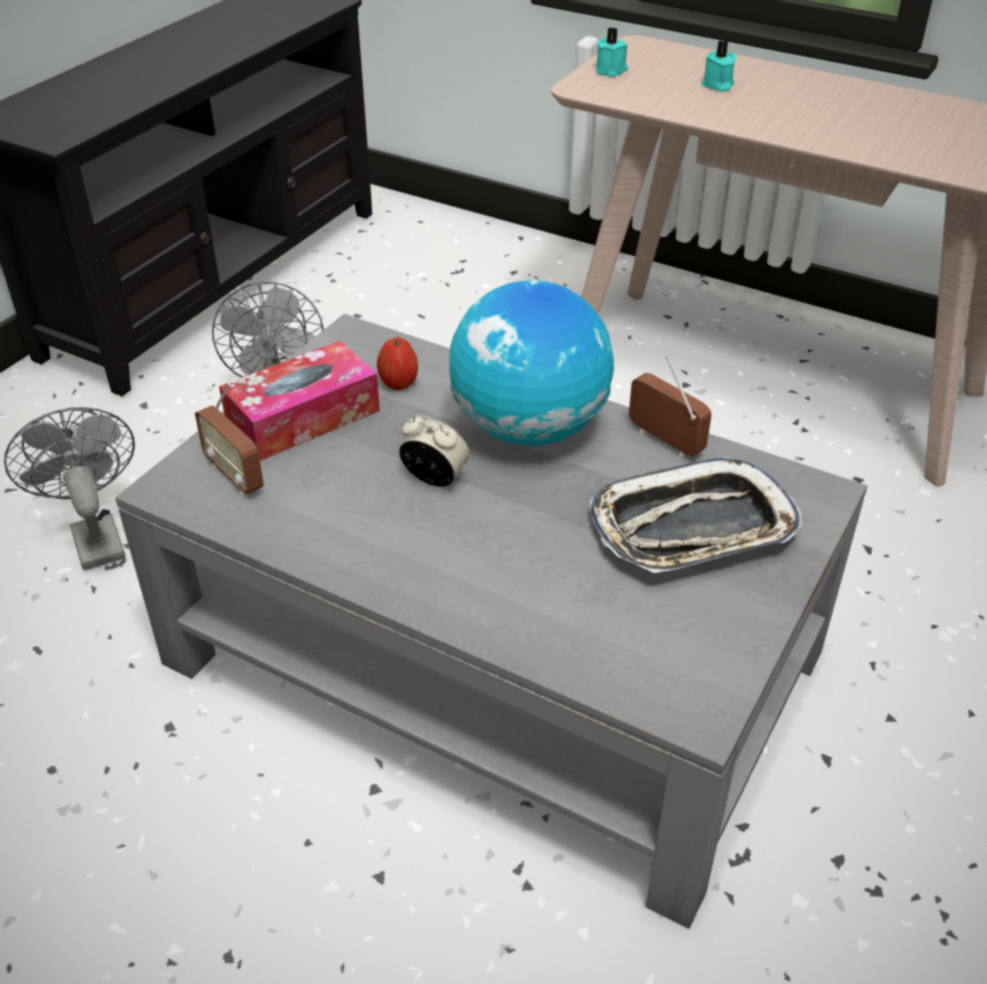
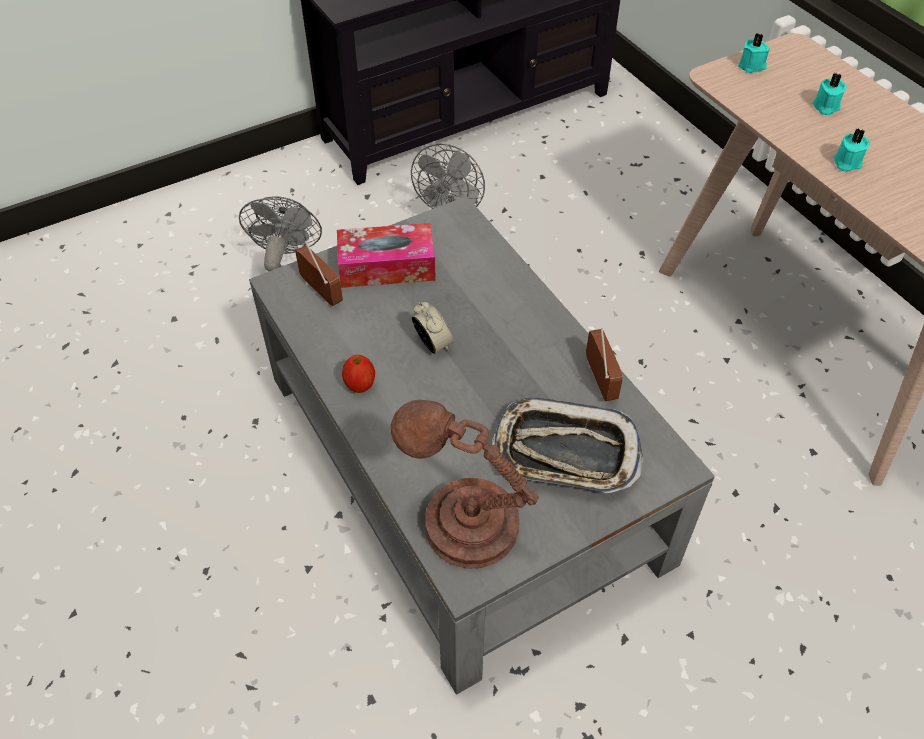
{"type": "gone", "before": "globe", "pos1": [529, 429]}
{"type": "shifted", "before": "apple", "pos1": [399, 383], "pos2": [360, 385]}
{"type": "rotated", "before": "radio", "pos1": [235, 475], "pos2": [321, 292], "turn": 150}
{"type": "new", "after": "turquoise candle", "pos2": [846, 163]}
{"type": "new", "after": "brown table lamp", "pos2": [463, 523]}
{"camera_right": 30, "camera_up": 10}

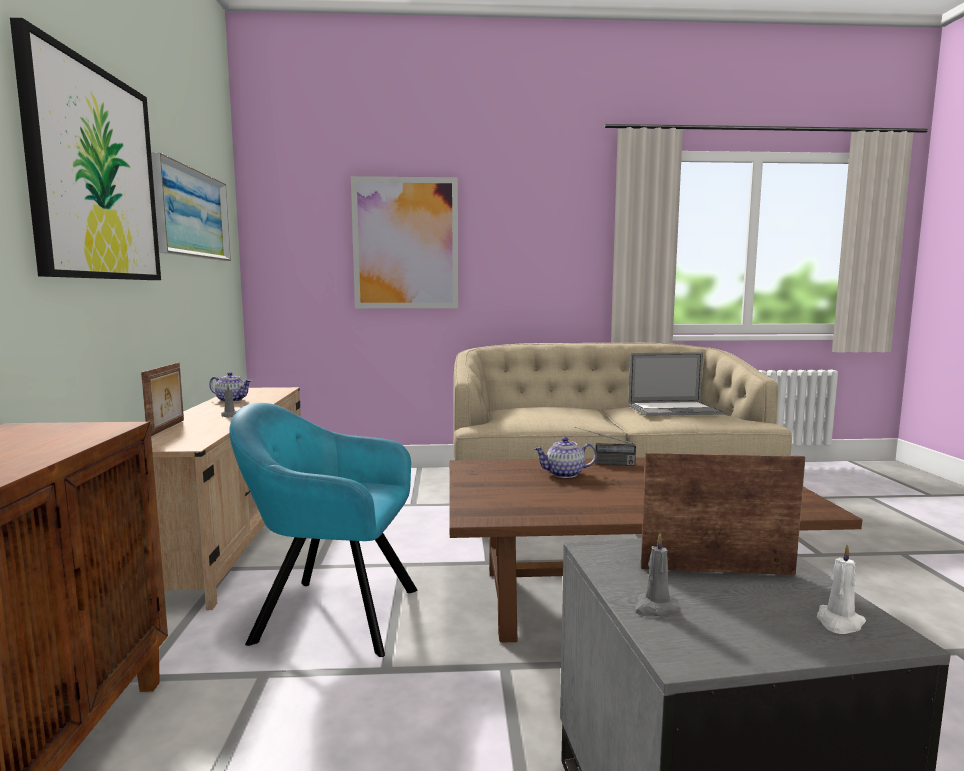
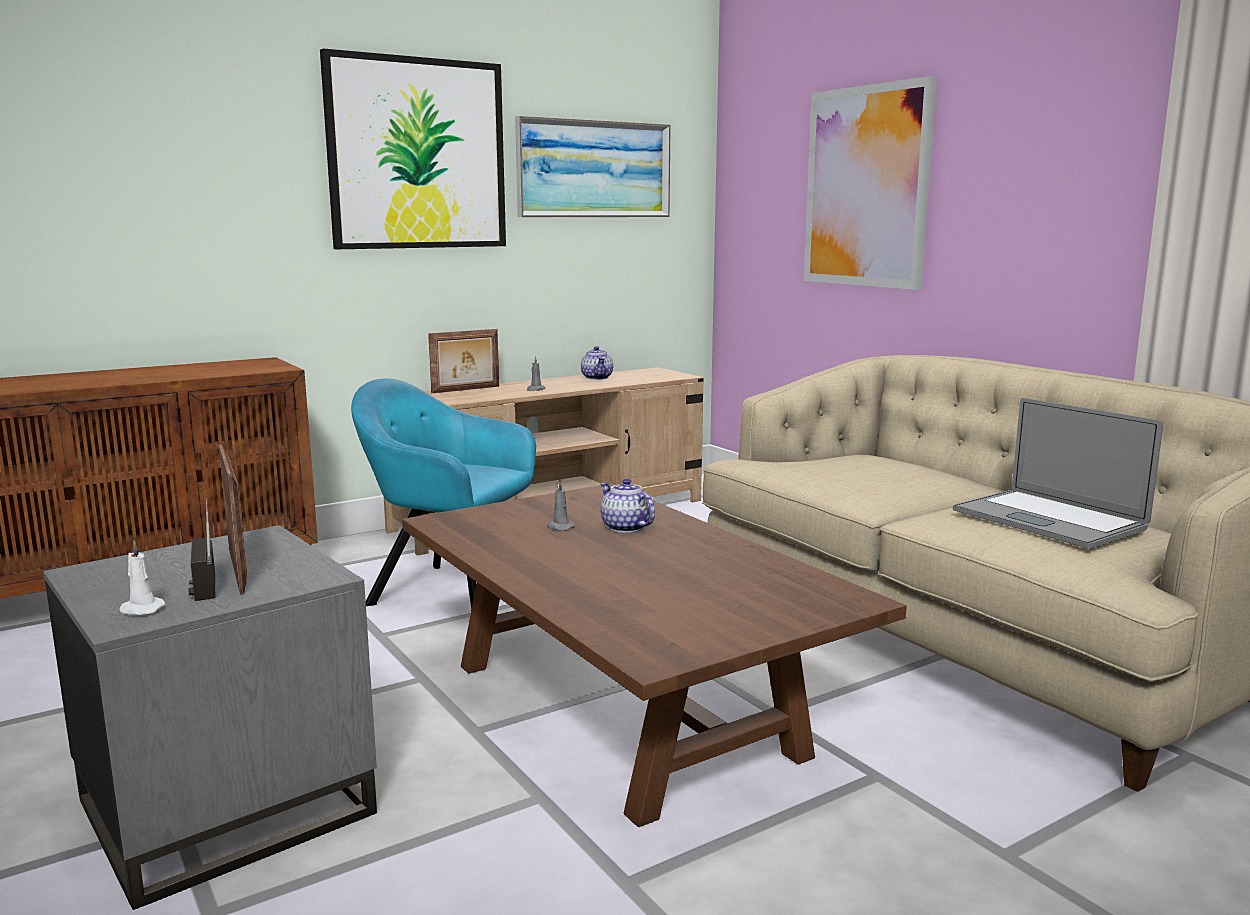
{"type": "rotated", "before": "turquoise armchair", "pos1": [330, 614], "pos2": [448, 592], "turn": -45}
{"type": "shifted", "before": "radio", "pos1": [604, 463], "pos2": [202, 580]}
{"type": "shifted", "before": "grey candle", "pos1": [654, 608], "pos2": [559, 527]}
{"camera_right": 60, "camera_up": 5}

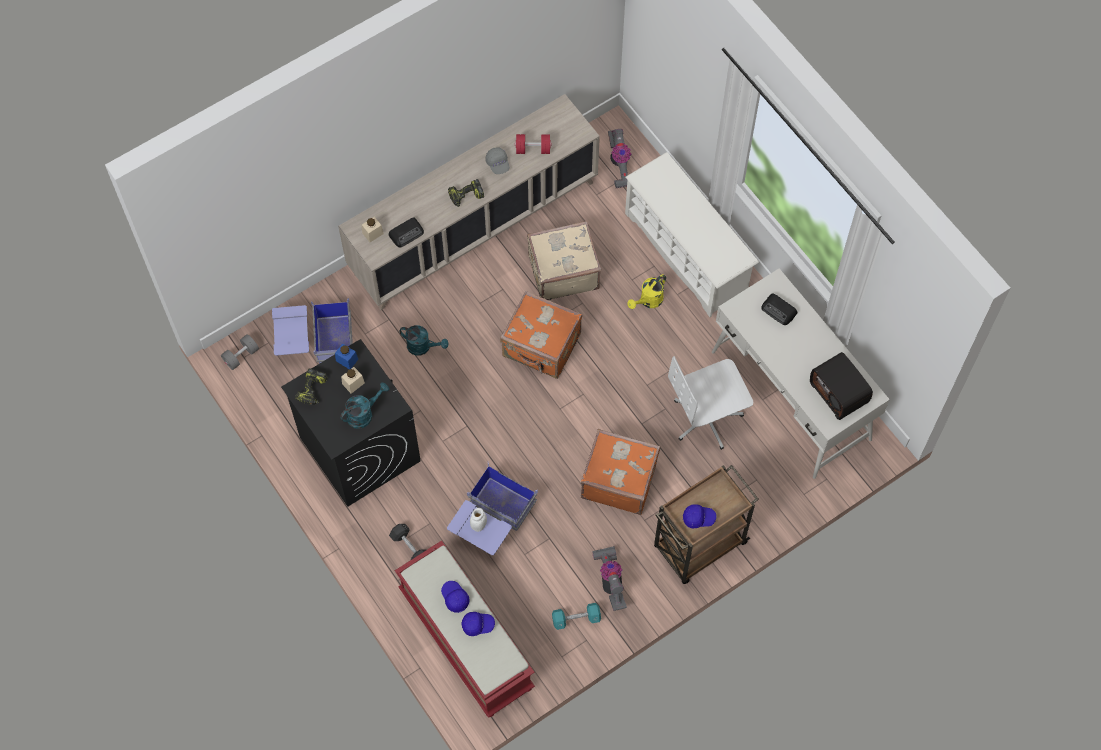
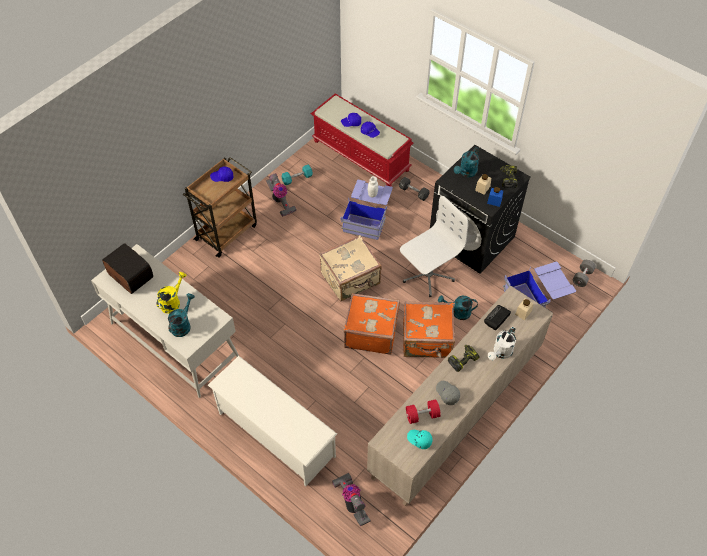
{"type": "shifted", "before": "beige suitcase", "pos1": [562, 271], "pos2": [351, 279]}
{"type": "shifted", "before": "yellow watering can", "pos1": [648, 301], "pos2": [172, 302]}
{"type": "swapped", "before": "radio", "after": "turquoise watering can", "pos1": [779, 311], "pos2": [182, 325]}
{"type": "shifted", "before": "white office chair", "pos1": [707, 418], "pos2": [427, 275]}
{"type": "shifted", "before": "orange suitcase", "pos1": [618, 479], "pos2": [427, 340]}
{"type": "new", "after": "white watering can", "pos2": [501, 353]}
{"type": "new", "after": "turquoise cap", "pos2": [419, 440]}
{"camera_right": 165, "camera_up": -10}

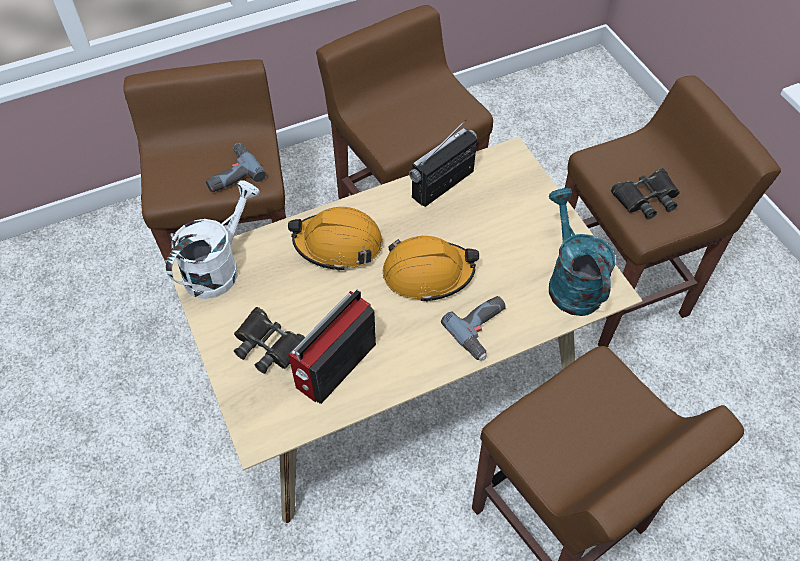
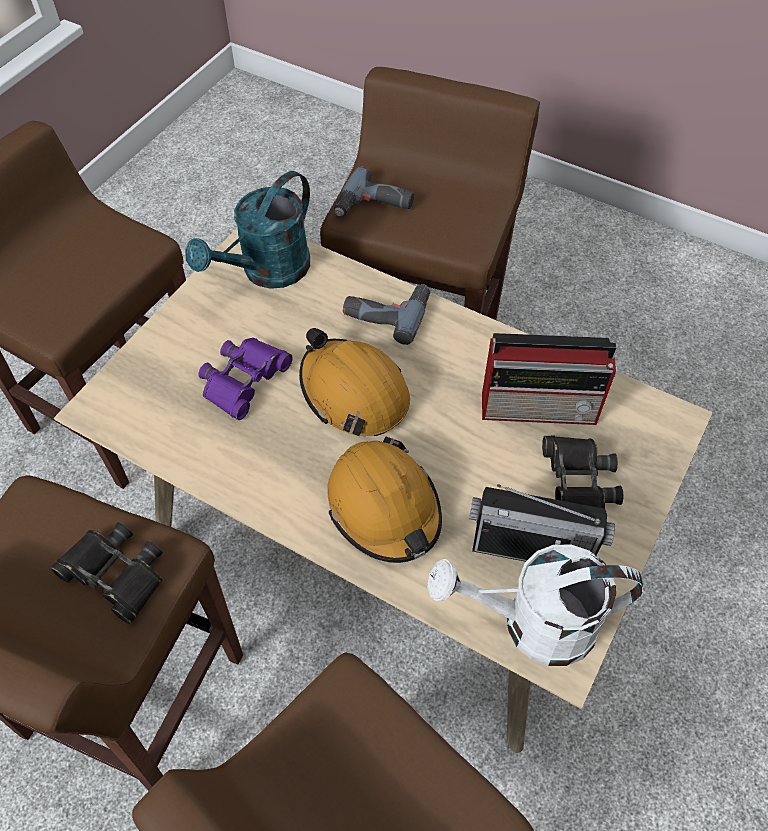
{"type": "shifted", "before": "radio", "pos1": [443, 184], "pos2": [531, 549]}
{"type": "shifted", "before": "power drill", "pos1": [231, 173], "pos2": [374, 207]}
{"type": "shifted", "before": "black binoculars", "pos1": [646, 198], "pos2": [115, 574]}
{"type": "new", "after": "purple binoculars", "pos2": [244, 380]}
{"camera_right": -125, "camera_up": 0}

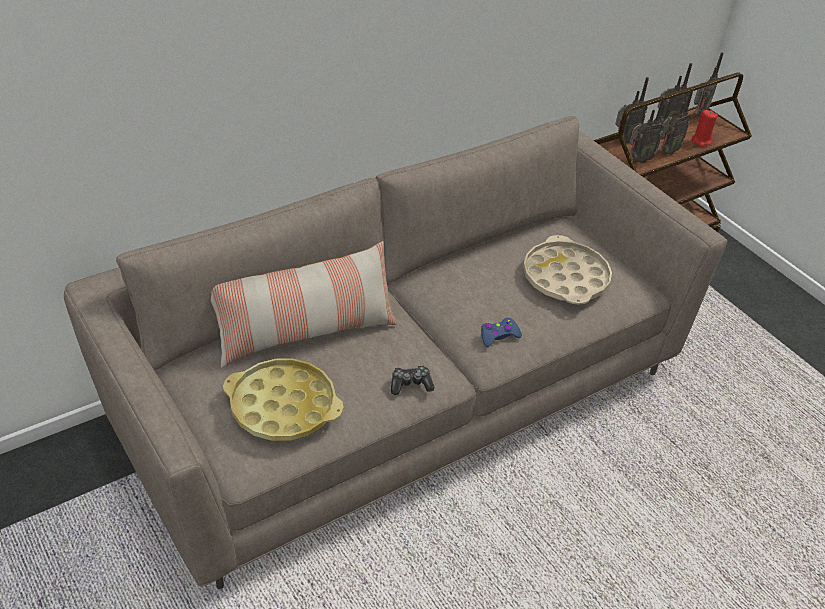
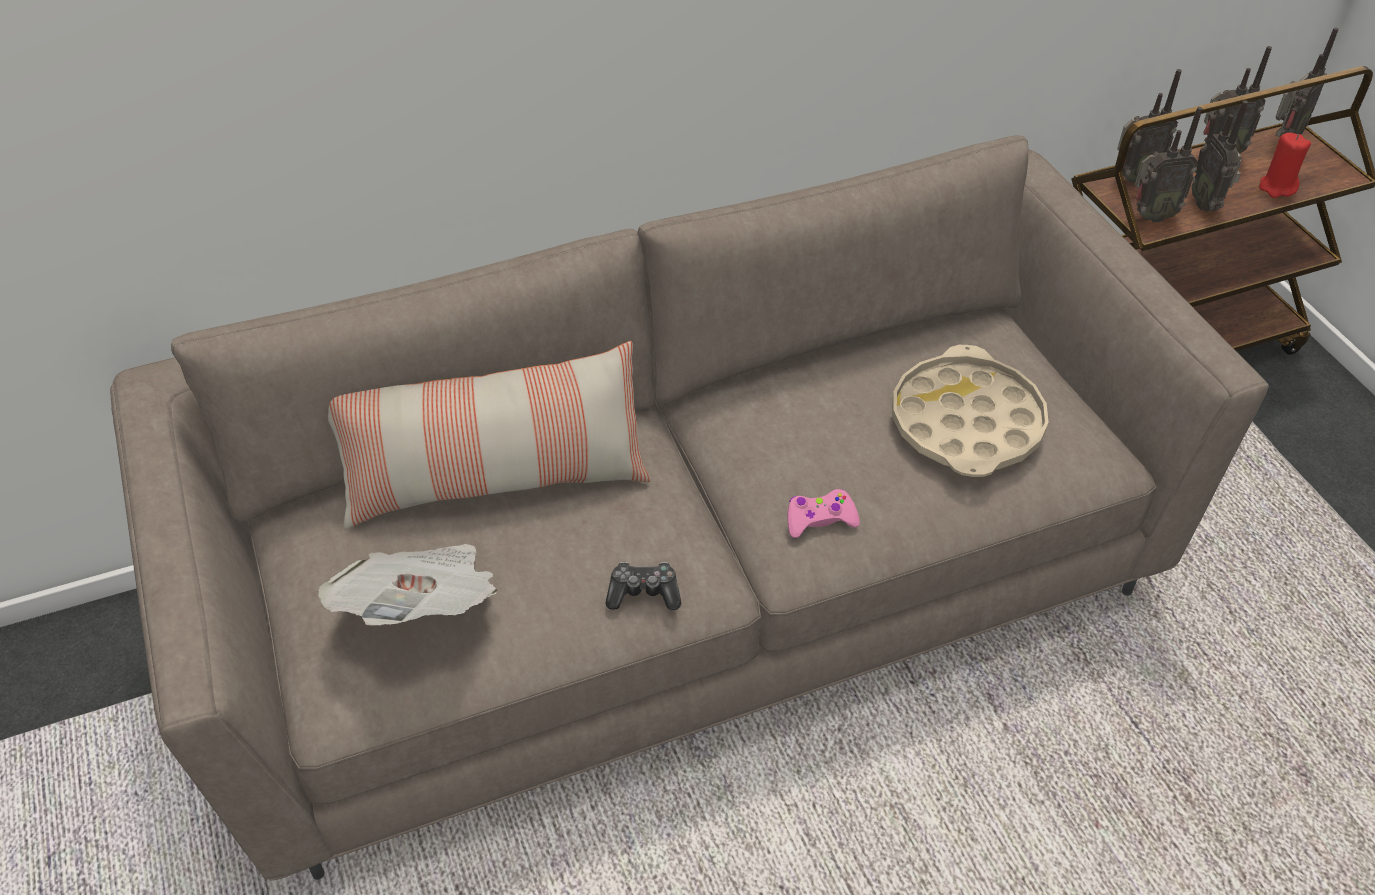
{"type": "rotated", "before": "radio", "pos1": [666, 152], "pos2": [1206, 204], "turn": 105}
{"type": "repainted", "before": "blue game controller", "after": "pink game controller", "pos1": [498, 336], "pos2": [820, 519]}
{"type": "swapped", "before": "yellow tray", "after": "newspaper", "pos1": [283, 406], "pos2": [422, 609]}
{"camera_right": 15, "camera_up": 5}

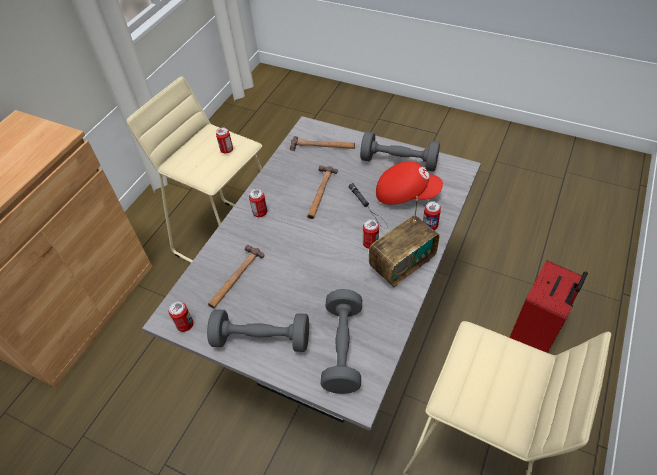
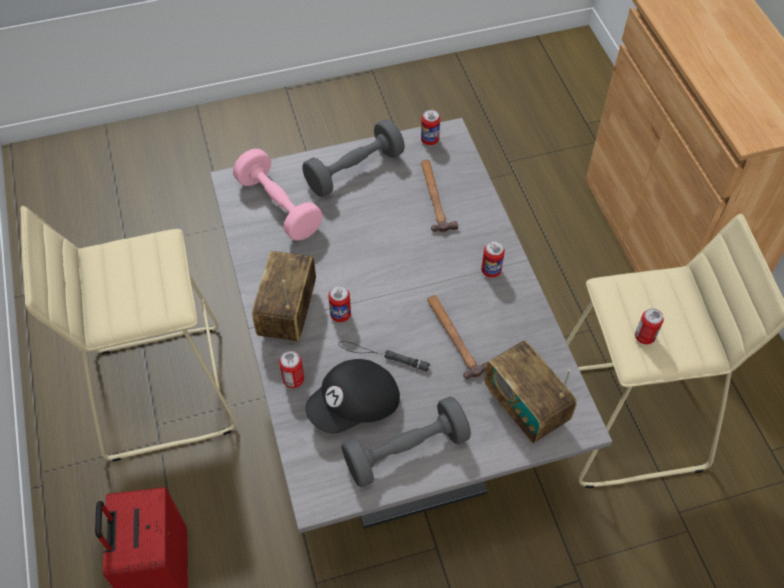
{"type": "swapped", "before": "hammer", "after": "radio", "pos1": [322, 146], "pos2": [525, 406]}
{"type": "repainted", "before": "red cap", "after": "black cap", "pos1": [406, 193], "pos2": [355, 406]}
{"type": "repainted", "before": "grey dumbbell", "after": "pink dumbbell", "pos1": [343, 348], "pos2": [279, 206]}
{"camera_right": 135, "camera_up": 5}

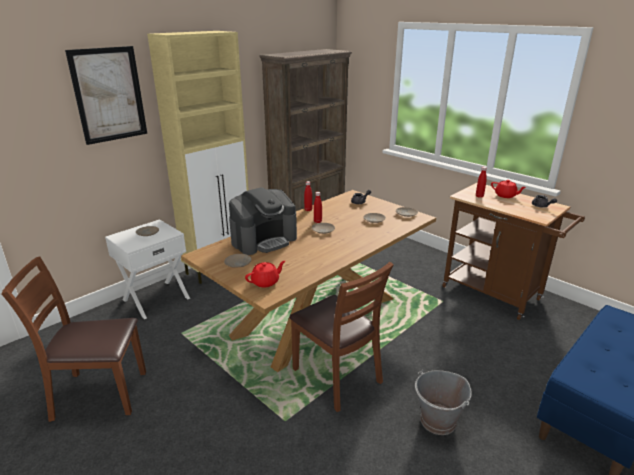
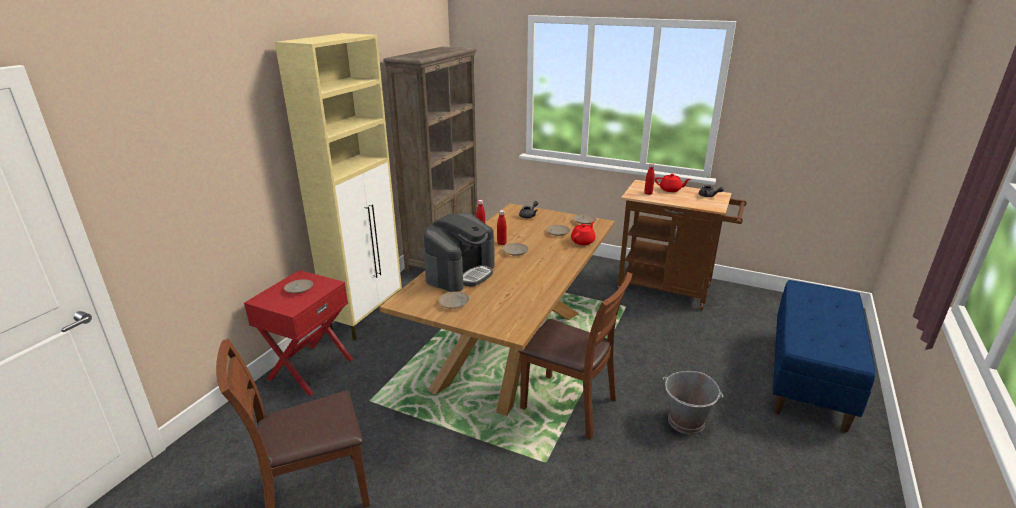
{"type": "gone", "before": "picture", "pos1": [109, 95]}
{"type": "repainted", "before": "white nightstand", "after": "red nightstand", "pos1": [156, 298], "pos2": [310, 368]}
{"type": "shifted", "before": "red teapot", "pos1": [266, 282], "pos2": [583, 241]}
{"camera_right": -20, "camera_up": 0}

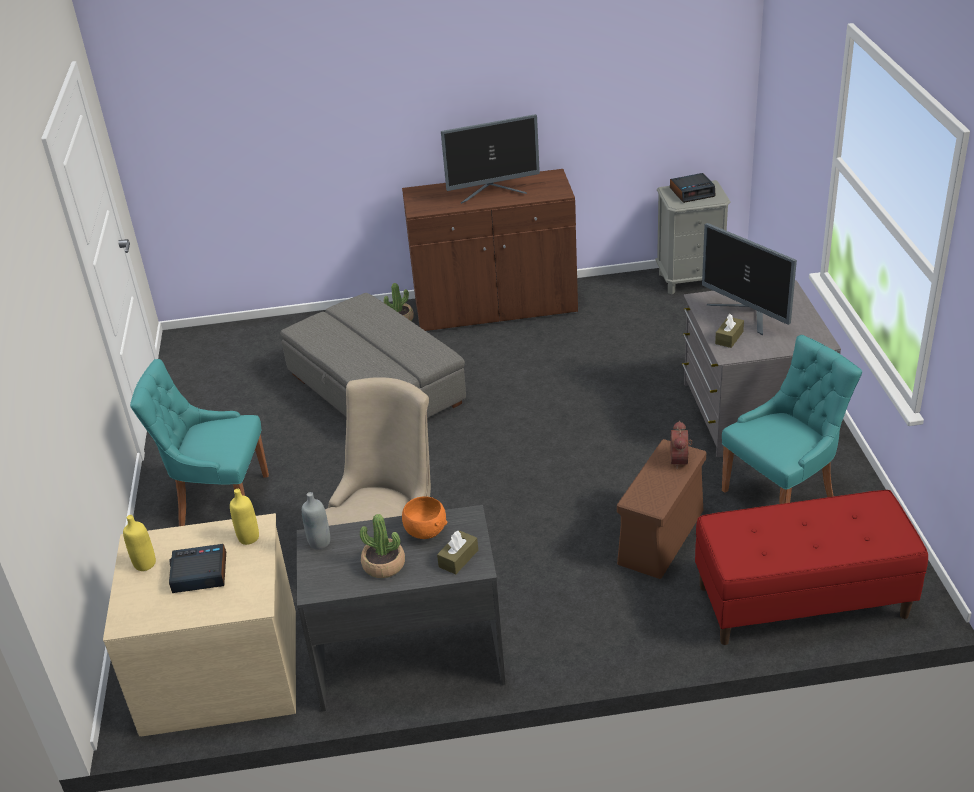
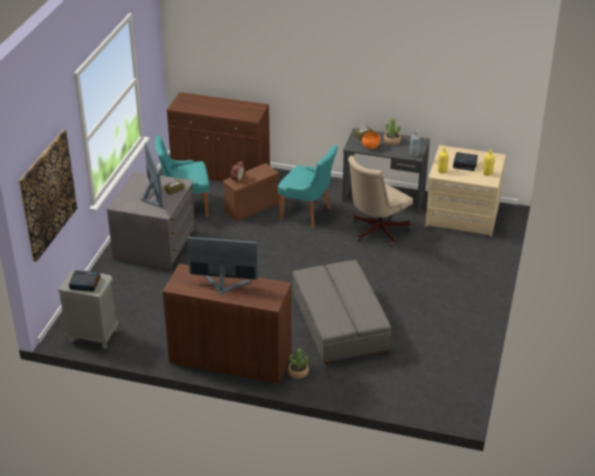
{"type": "shifted", "before": "turquoise chair", "pos1": [220, 501], "pos2": [307, 213]}
{"type": "swapped", "before": "red bench", "after": "brown cabinet", "pos1": [801, 602], "pos2": [221, 172]}
{"type": "new", "after": "picture", "pos2": [47, 194]}
{"camera_right": -160, "camera_up": 0}

